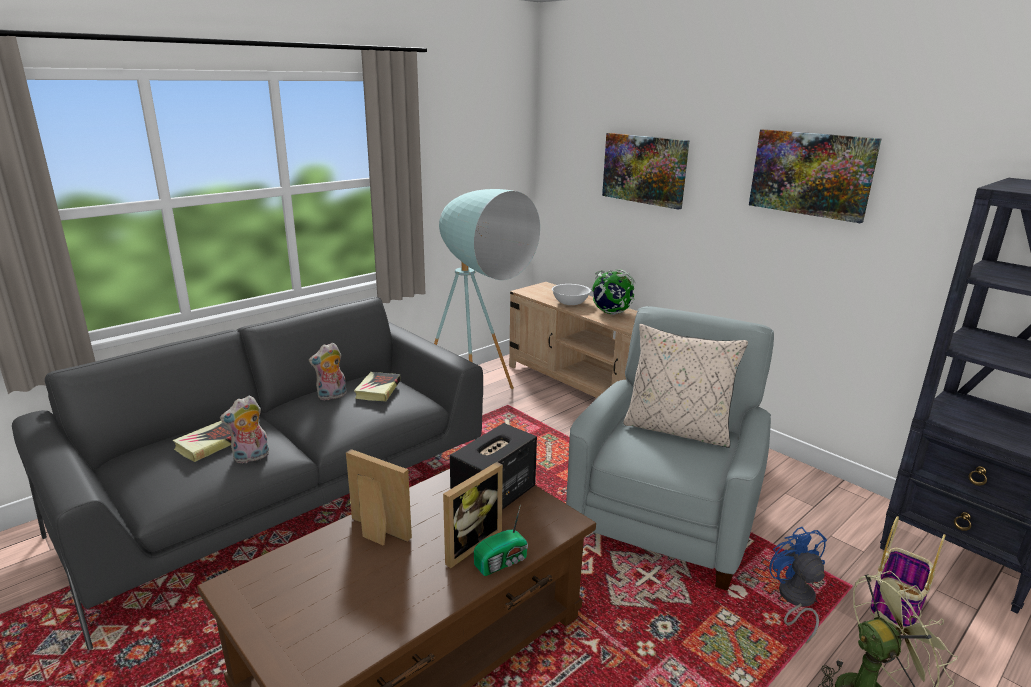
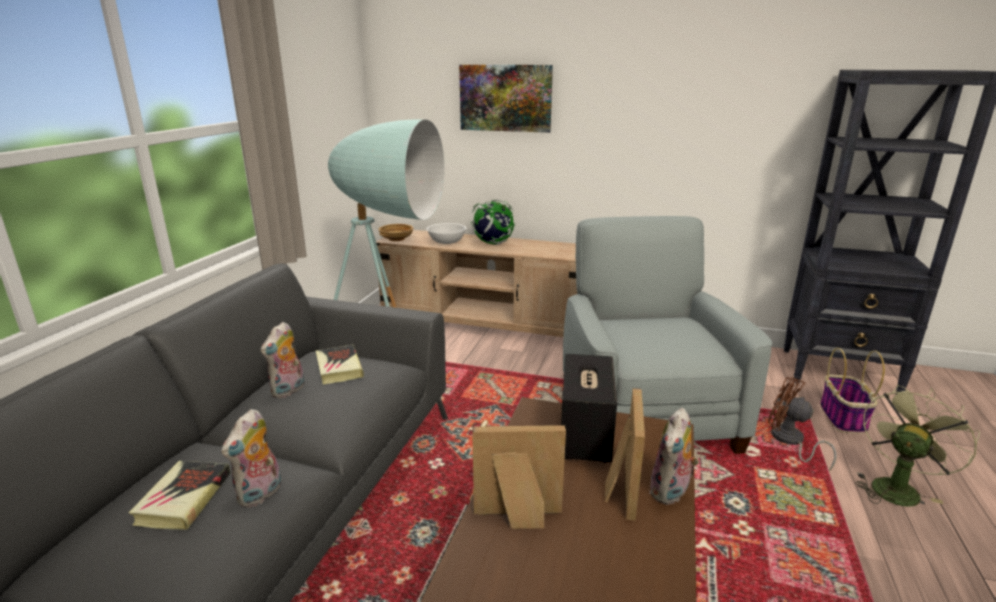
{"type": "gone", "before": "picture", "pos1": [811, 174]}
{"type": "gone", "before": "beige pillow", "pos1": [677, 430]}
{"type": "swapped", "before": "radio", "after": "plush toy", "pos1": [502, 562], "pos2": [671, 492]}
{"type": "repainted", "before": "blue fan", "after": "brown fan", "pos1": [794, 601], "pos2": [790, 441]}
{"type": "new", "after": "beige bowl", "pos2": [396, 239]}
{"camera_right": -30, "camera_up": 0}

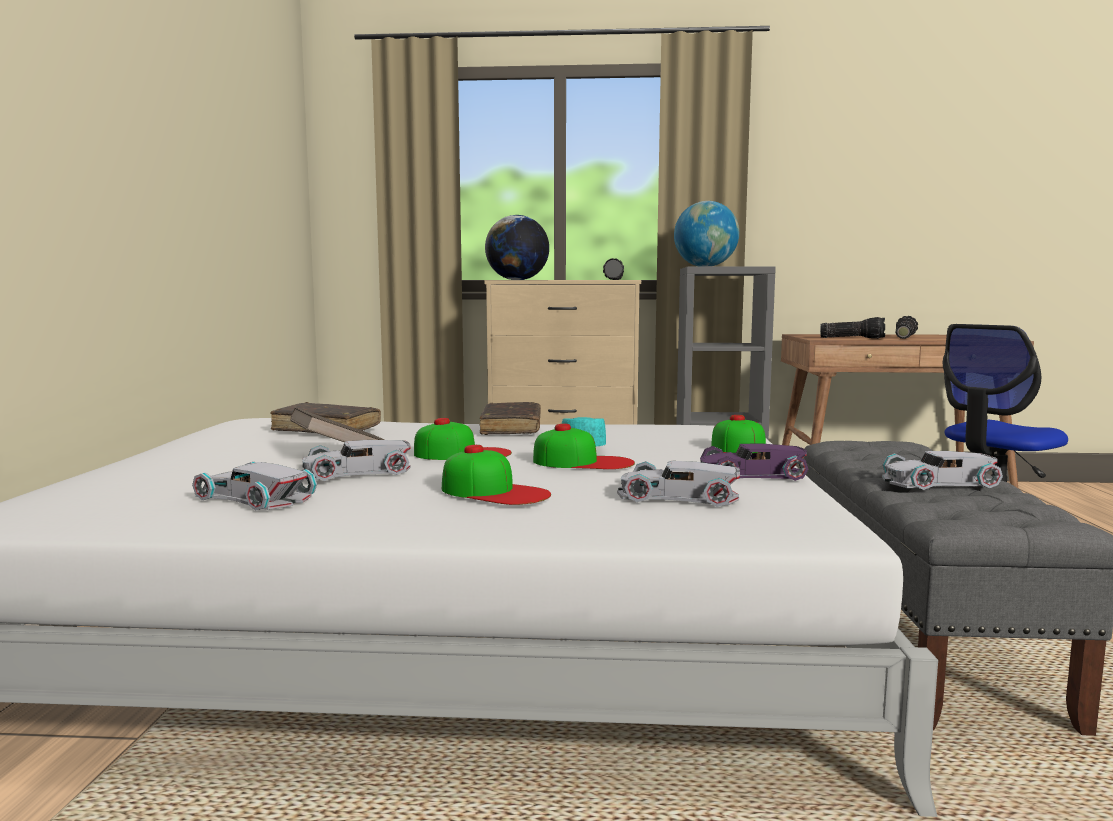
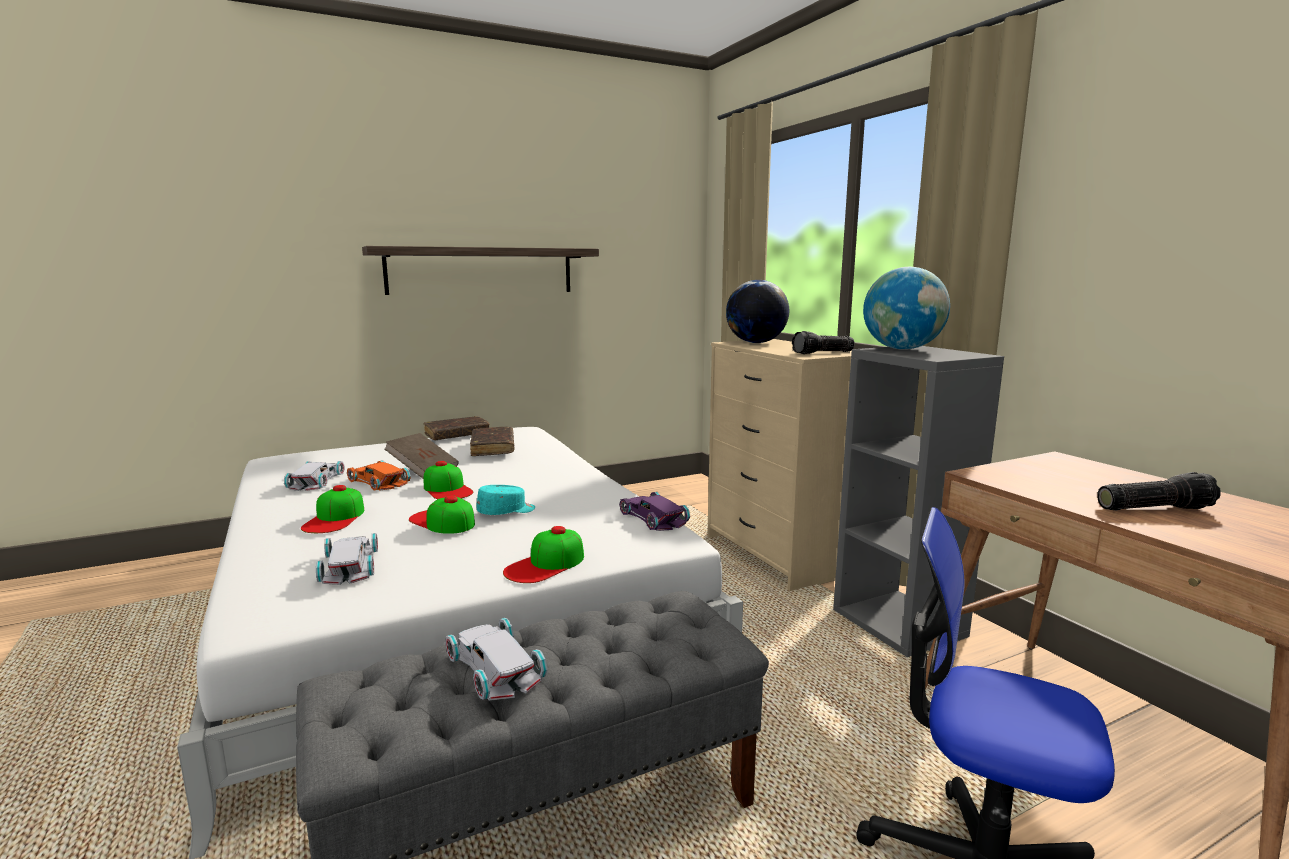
{"type": "gone", "before": "flashlight", "pos1": [852, 338]}
{"type": "shifted", "before": "brown book", "pos1": [511, 428], "pos2": [457, 435]}
{"type": "rotated", "before": "cap", "pos1": [583, 462], "pos2": [442, 521], "turn": 150}
{"type": "repainted", "before": "white toy car", "after": "orange toy car", "pos1": [356, 471], "pos2": [379, 481]}
{"type": "shifted", "before": "purple toy car", "pos1": [750, 474], "pos2": [654, 517]}
{"type": "new", "after": "shelf", "pos2": [481, 271]}
{"camera_right": 60, "camera_up": 5}

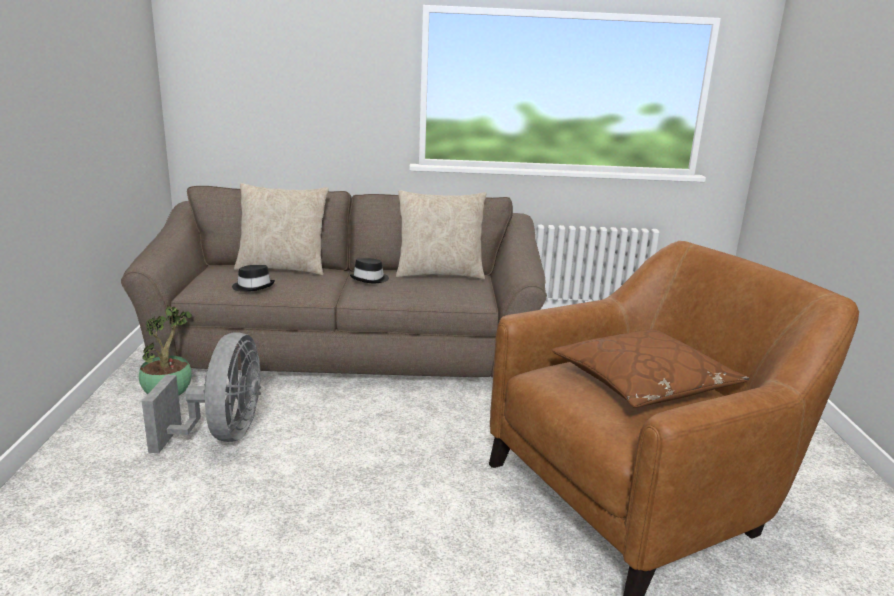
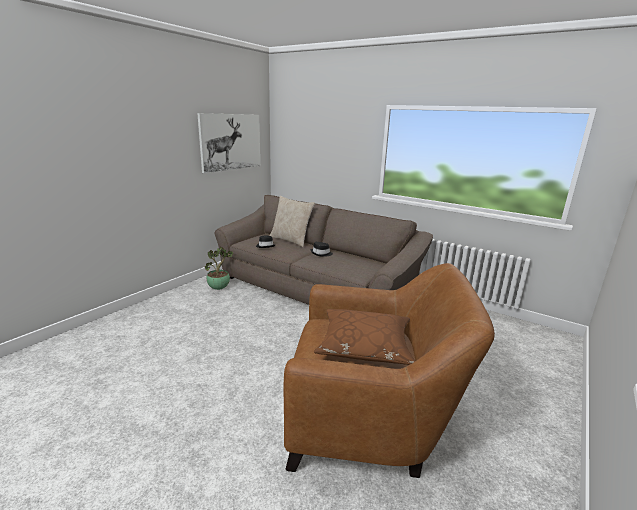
{"type": "gone", "before": "beige pillow", "pos1": [439, 274]}
{"type": "gone", "before": "grey fan", "pos1": [222, 434]}
{"type": "new", "after": "picture", "pos2": [231, 142]}
{"camera_right": 35, "camera_up": 0}

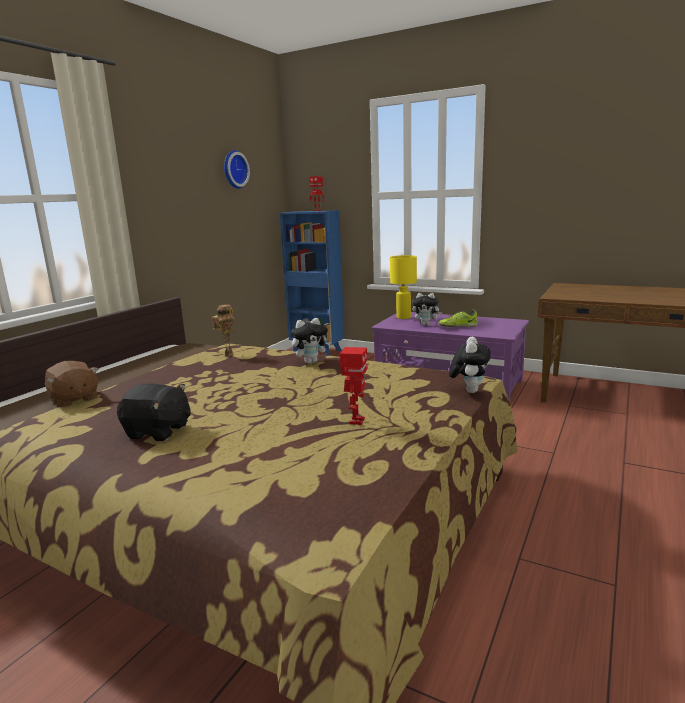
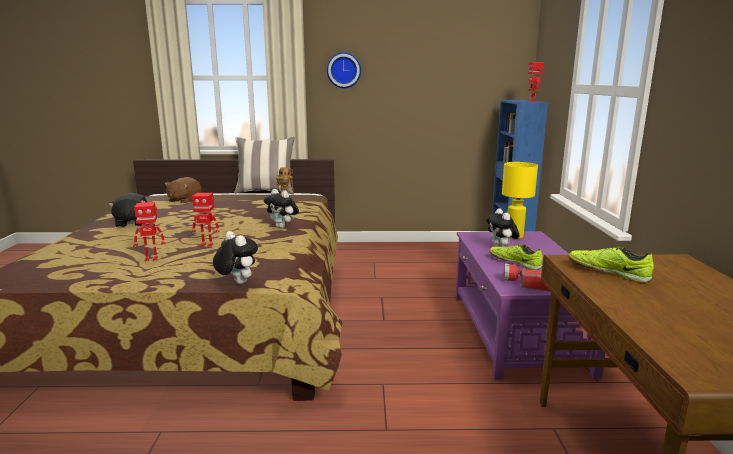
{"type": "shifted", "before": "wall clock", "pos1": [234, 169], "pos2": [344, 70]}
{"type": "rotated", "before": "plush toy", "pos1": [469, 390], "pos2": [236, 283], "turn": -120}
{"type": "new", "after": "pillow", "pos2": [266, 192]}
{"type": "new", "after": "toy robot", "pos2": [207, 245]}
{"type": "new", "after": "shoe", "pos2": [608, 272]}
{"type": "new", "after": "flashlight", "pos2": [527, 284]}
{"camera_right": 60, "camera_up": 0}

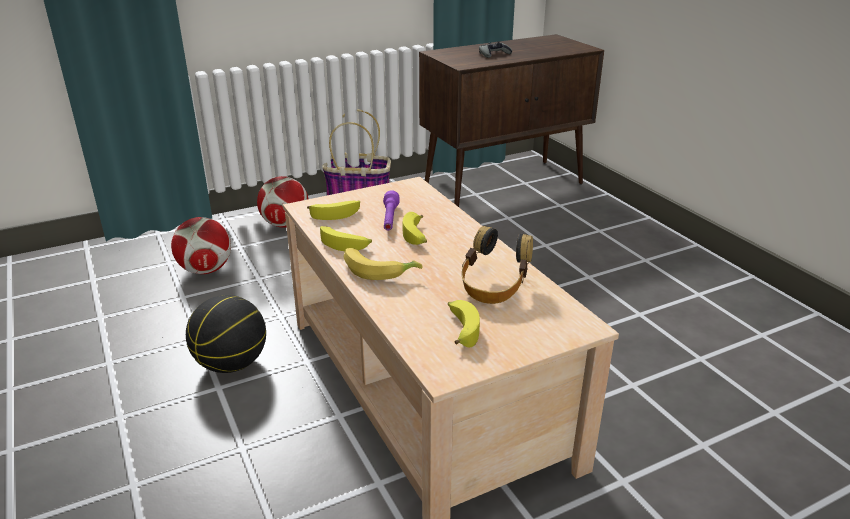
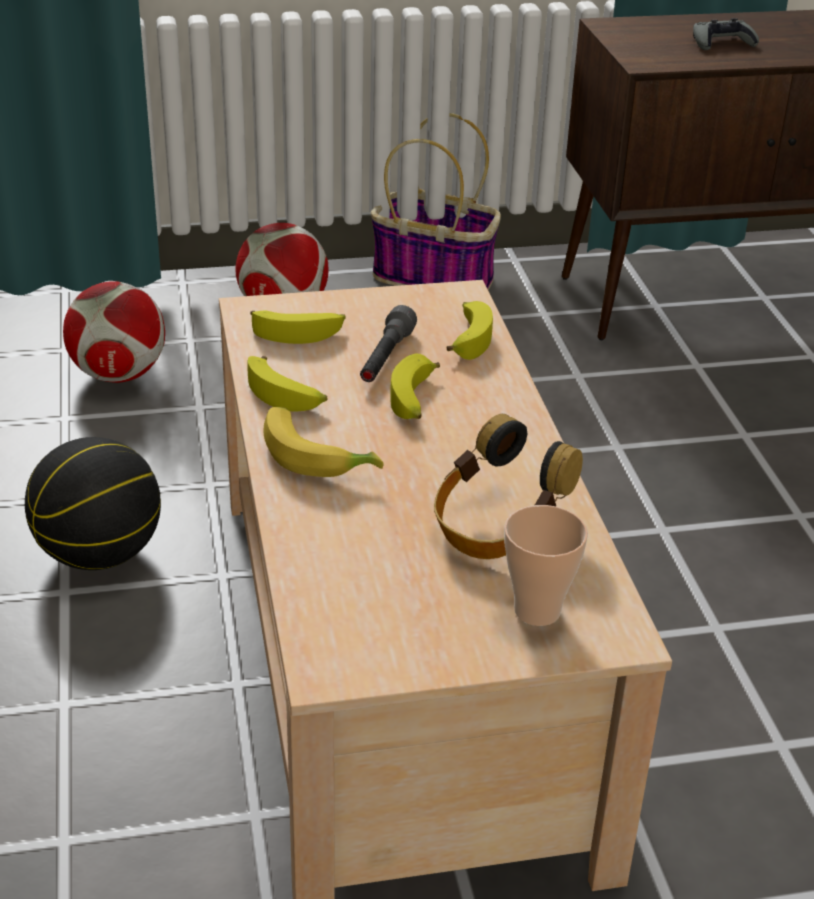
{"type": "repainted", "before": "purple flashlight", "after": "grey flashlight", "pos1": [390, 219], "pos2": [385, 358]}
{"type": "shifted", "before": "banana", "pos1": [460, 328], "pos2": [468, 337]}
{"type": "new", "after": "cup", "pos2": [537, 611]}
{"camera_right": 15, "camera_up": 5}

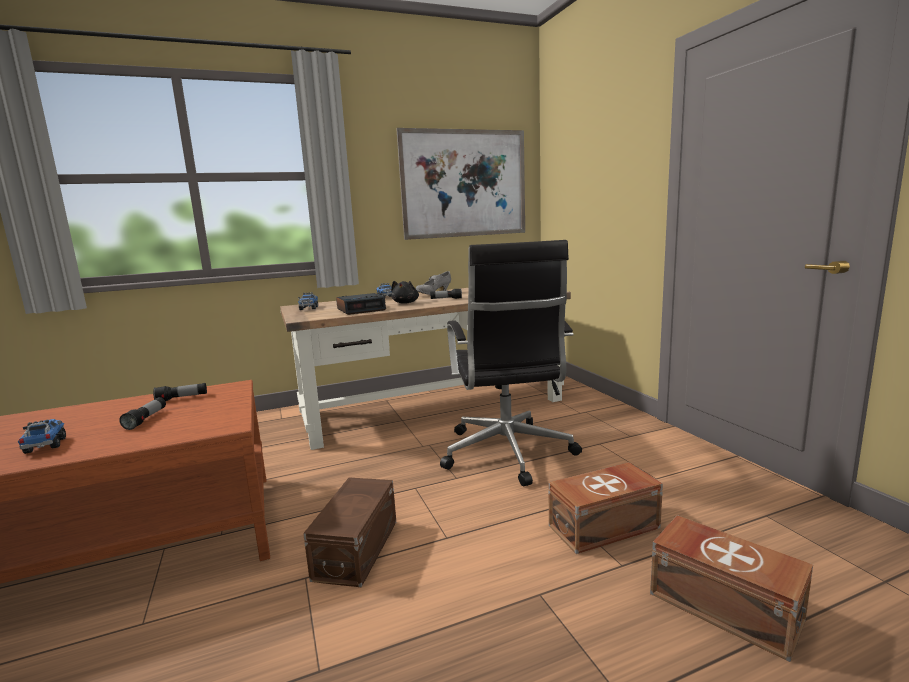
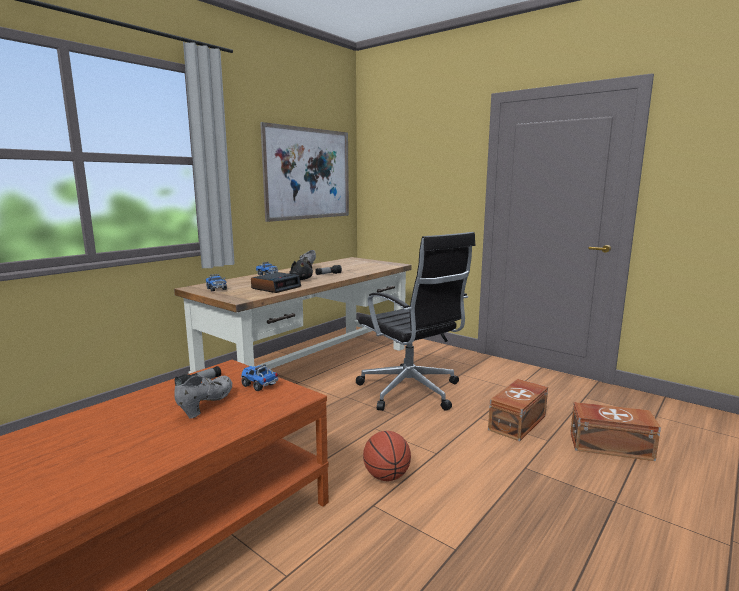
{"type": "swapped", "before": "flashlight", "after": "grey shoe", "pos1": [146, 419], "pos2": [207, 405]}
{"type": "shifted", "before": "toy truck", "pos1": [45, 446], "pos2": [259, 385]}
{"type": "swapped", "before": "brown storage box", "after": "basketball", "pos1": [358, 548], "pos2": [386, 476]}
{"camera_right": -30, "camera_up": 0}

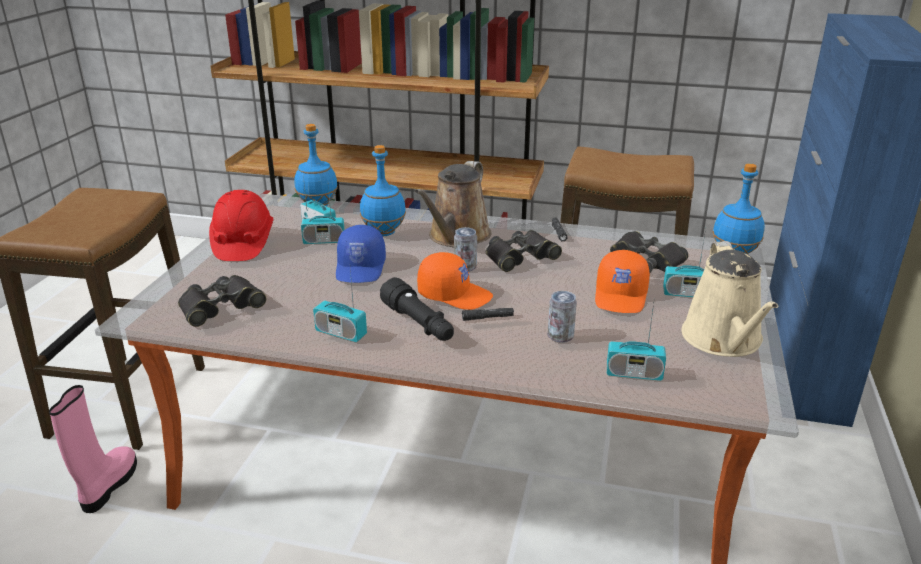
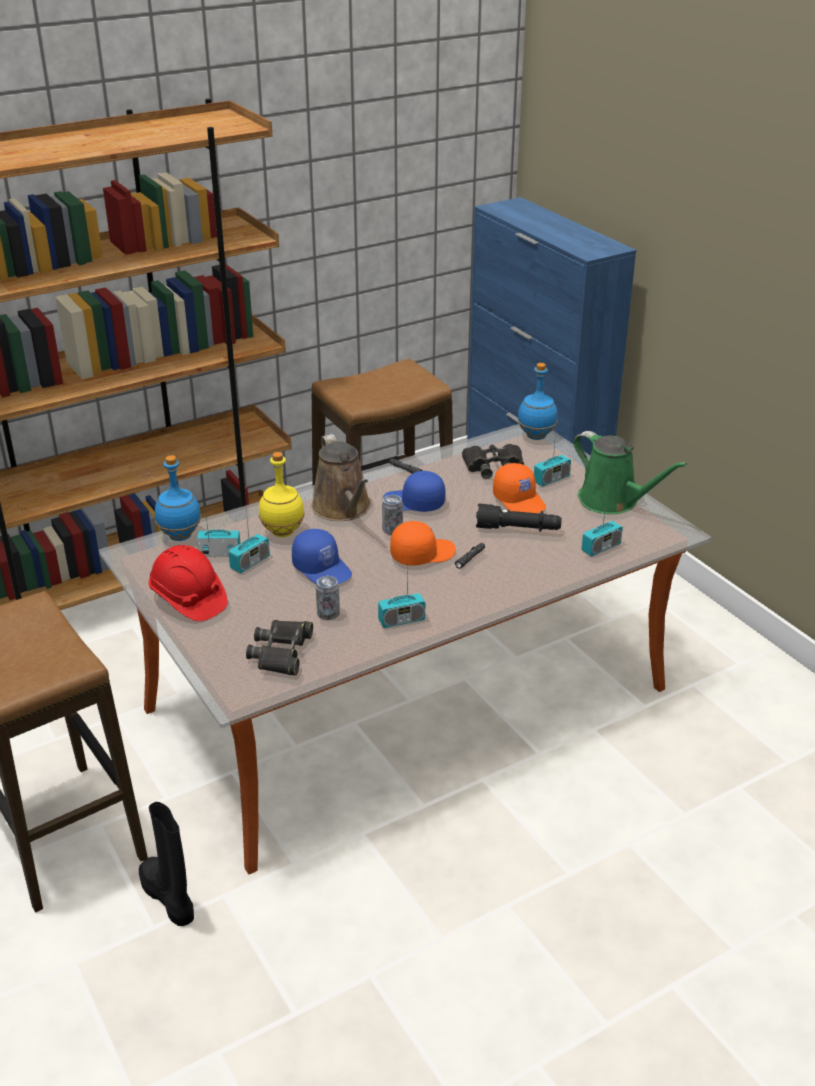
{"type": "repainted", "before": "blue bottle", "after": "yellow bottle", "pos1": [384, 232], "pos2": [283, 532]}
{"type": "swapped", "before": "black binoculars", "after": "blue cap", "pos1": [520, 257], "pos2": [414, 503]}
{"type": "repainted", "before": "beige watering can", "after": "green watering can", "pos1": [724, 340], "pos2": [613, 501]}
{"type": "shifted", "before": "black flashlight", "pos1": [419, 324], "pos2": [518, 529]}
{"type": "shifted", "before": "can", "pos1": [560, 336], "pos2": [328, 614]}
{"type": "repainted", "before": "pink boot", "after": "black boot", "pos1": [108, 486], "pos2": [169, 897]}
{"camera_right": -45, "camera_up": 5}

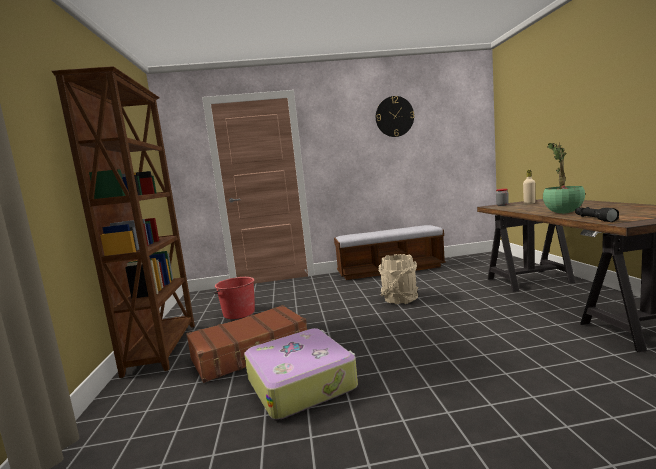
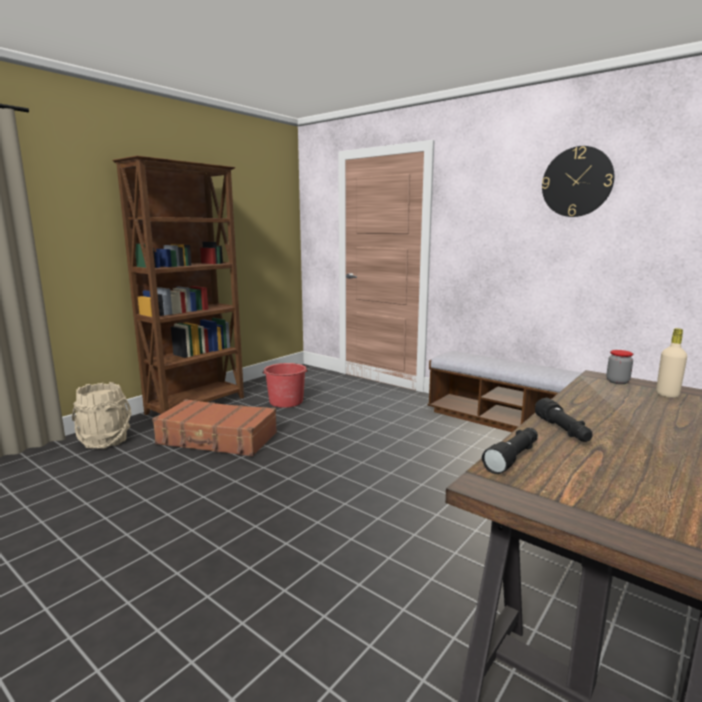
{"type": "swapped", "before": "potted plant", "after": "black flashlight", "pos1": [563, 213], "pos2": [563, 431]}
{"type": "shifted", "before": "beige bucket", "pos1": [400, 299], "pos2": [106, 441]}
{"type": "gone", "before": "suitcase", "pos1": [302, 382]}
{"camera_right": 45, "camera_up": 5}

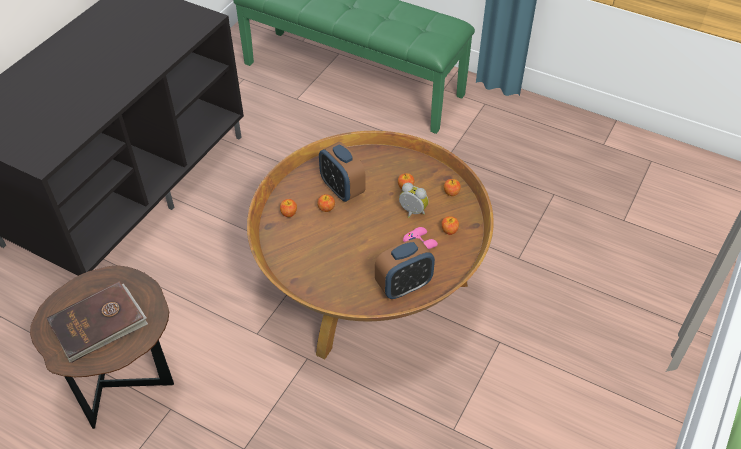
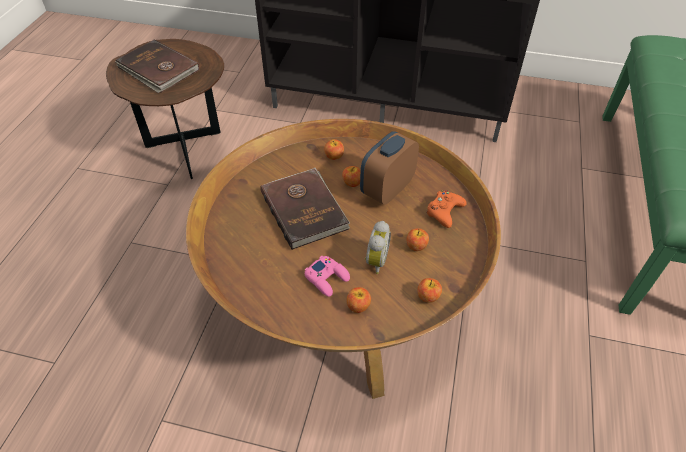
{"type": "gone", "before": "alarm clock", "pos1": [403, 286]}
{"type": "new", "after": "brown book", "pos2": [305, 209]}
{"type": "new", "after": "orange game controller", "pos2": [444, 212]}
{"camera_right": 75, "camera_up": 0}

